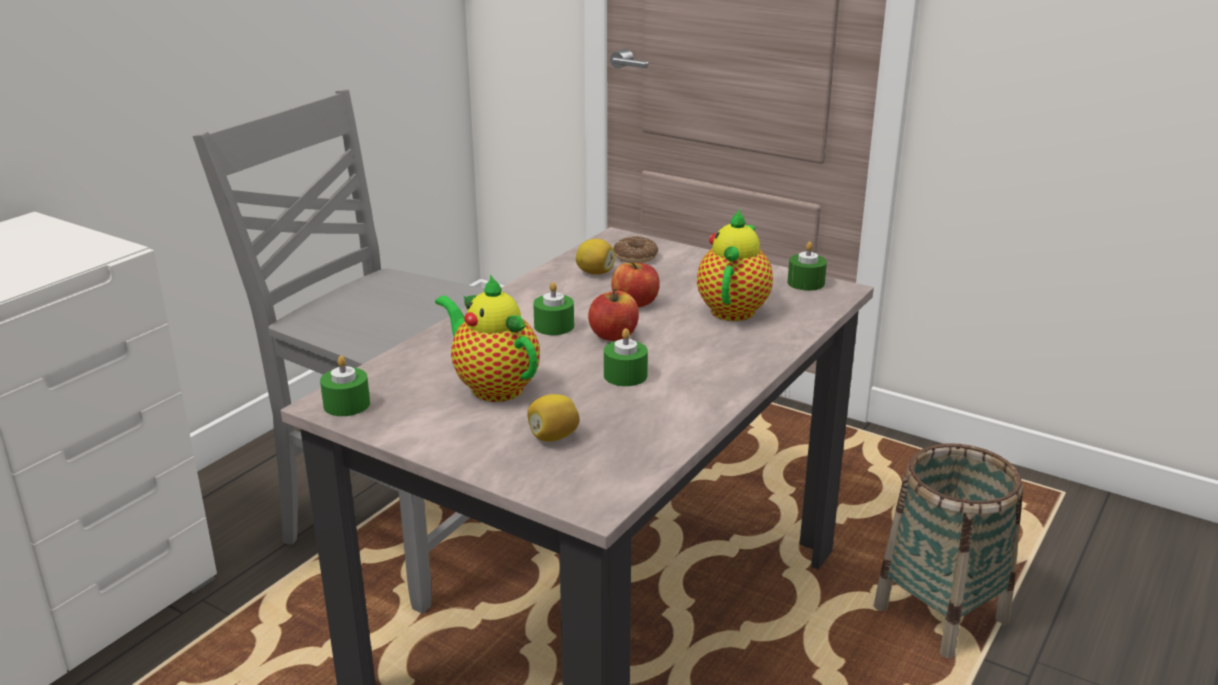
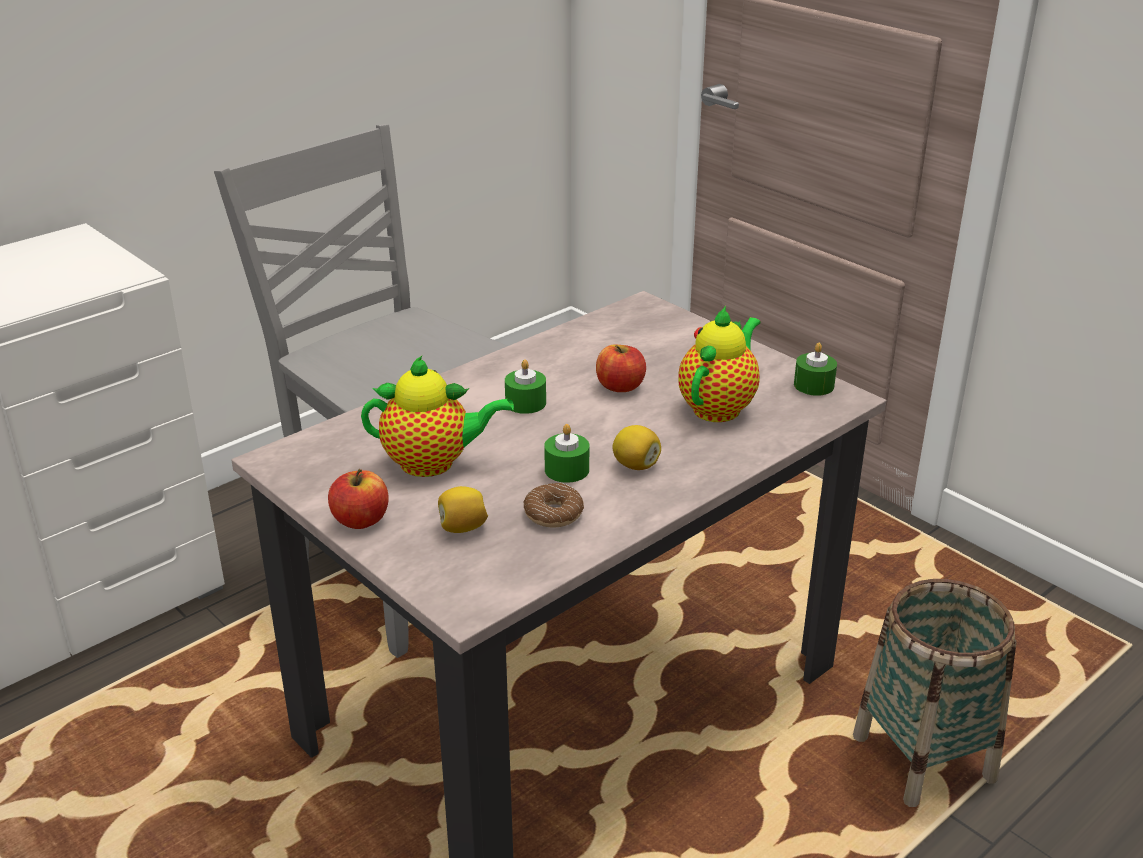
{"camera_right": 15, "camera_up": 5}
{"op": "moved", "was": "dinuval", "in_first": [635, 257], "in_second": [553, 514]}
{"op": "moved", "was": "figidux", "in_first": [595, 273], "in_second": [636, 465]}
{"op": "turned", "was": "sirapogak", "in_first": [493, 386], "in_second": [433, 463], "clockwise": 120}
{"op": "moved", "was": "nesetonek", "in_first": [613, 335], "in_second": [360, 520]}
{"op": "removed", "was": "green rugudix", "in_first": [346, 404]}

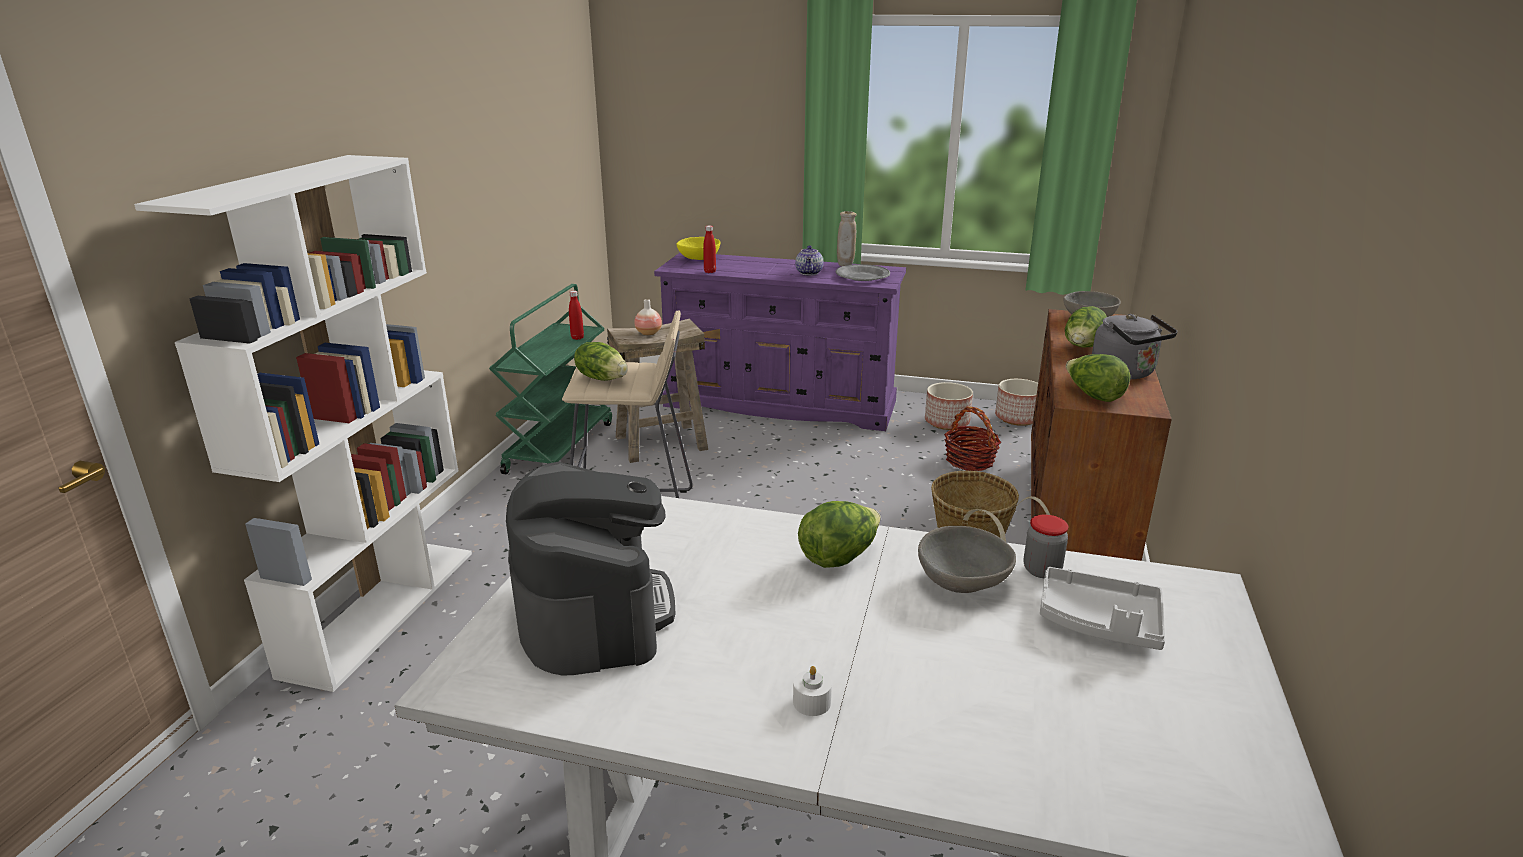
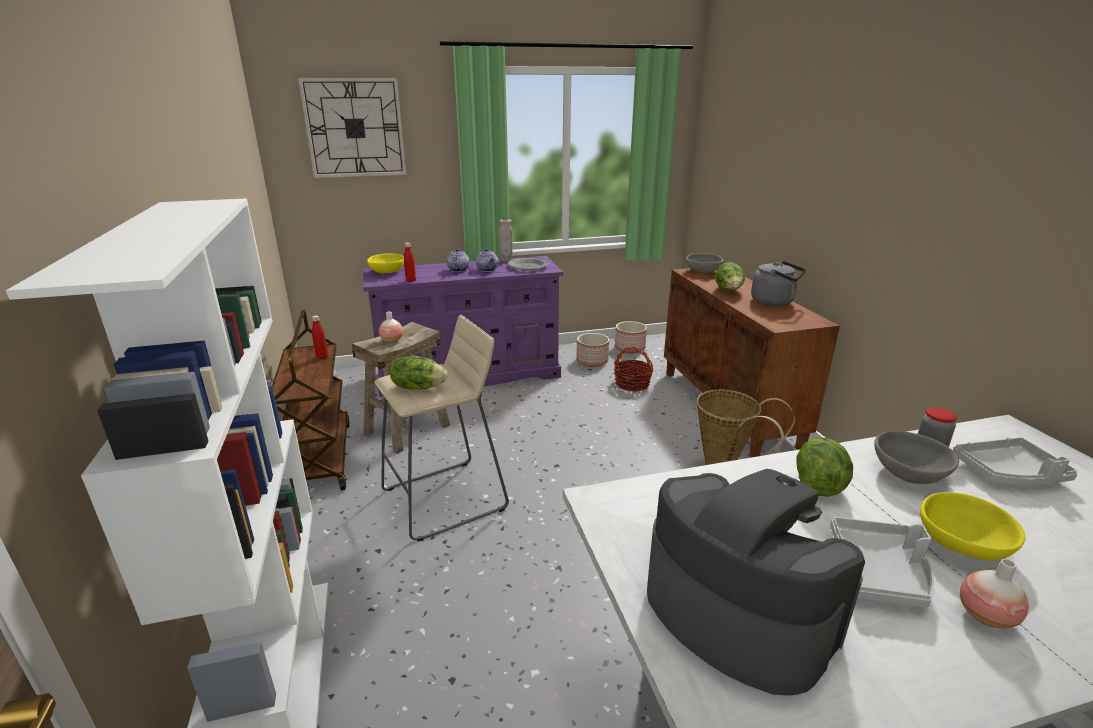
{"camera_right": -30, "camera_up": 0}
{"op": "recoloured", "was": "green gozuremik", "now": "brown gozuremik", "in_first": [559, 447], "in_second": [320, 457]}
{"op": "removed", "was": "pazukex", "in_first": [1093, 396]}
{"op": "replaced", "was": "white rugudix", "now": "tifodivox", "in_first": [811, 702], "in_second": [985, 616]}
{"op": "added", "now": "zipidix", "in_second": [355, 128]}
{"op": "added", "now": "sirapogak", "in_second": [458, 270]}
{"op": "added", "now": "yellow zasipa", "in_second": [960, 545]}
{"op": "added", "now": "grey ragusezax", "in_second": [880, 572]}

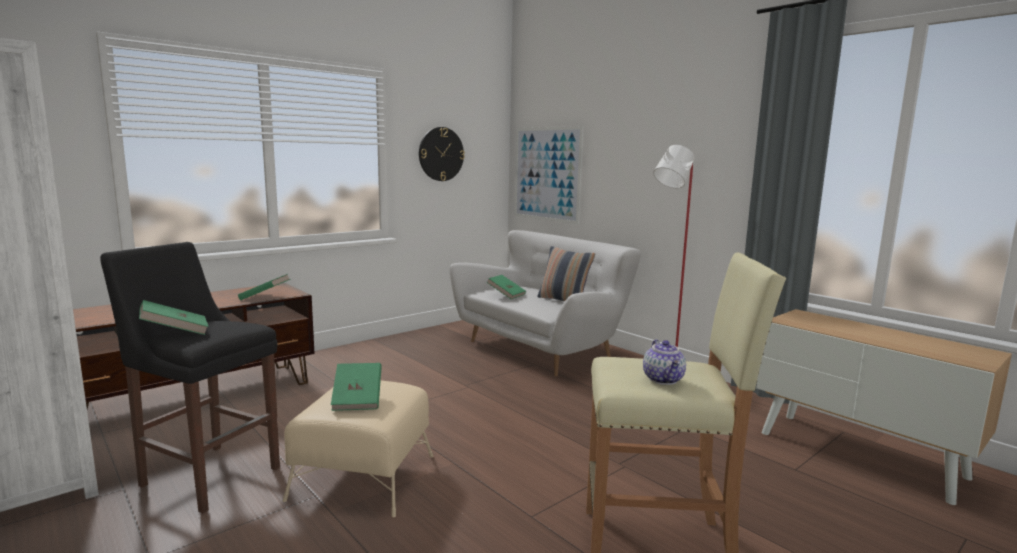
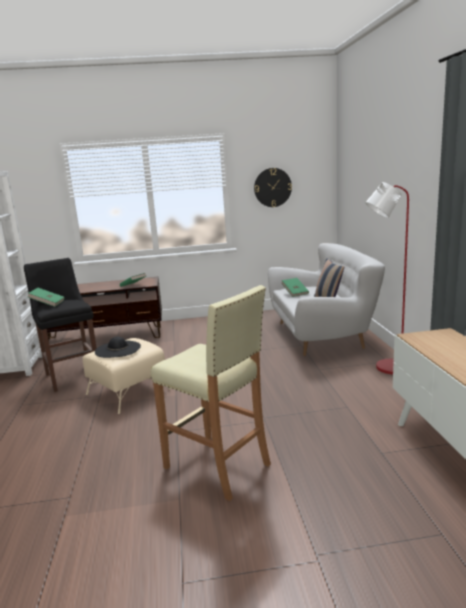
{"camera_right": 35, "camera_up": 5}
{"op": "removed", "was": "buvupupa", "in_first": [546, 174]}
{"op": "removed", "was": "sirapogak", "in_first": [664, 379]}
{"op": "replaced", "was": "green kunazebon", "now": "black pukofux", "in_first": [357, 400], "in_second": [118, 349]}

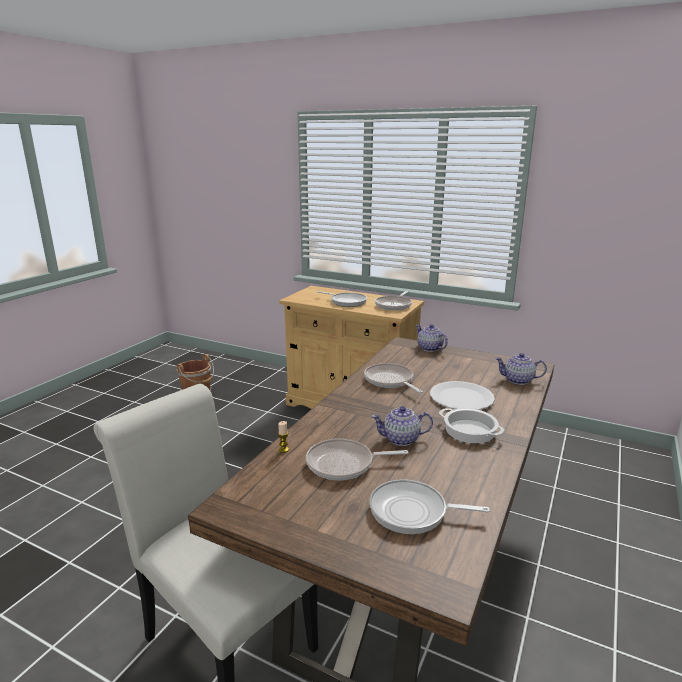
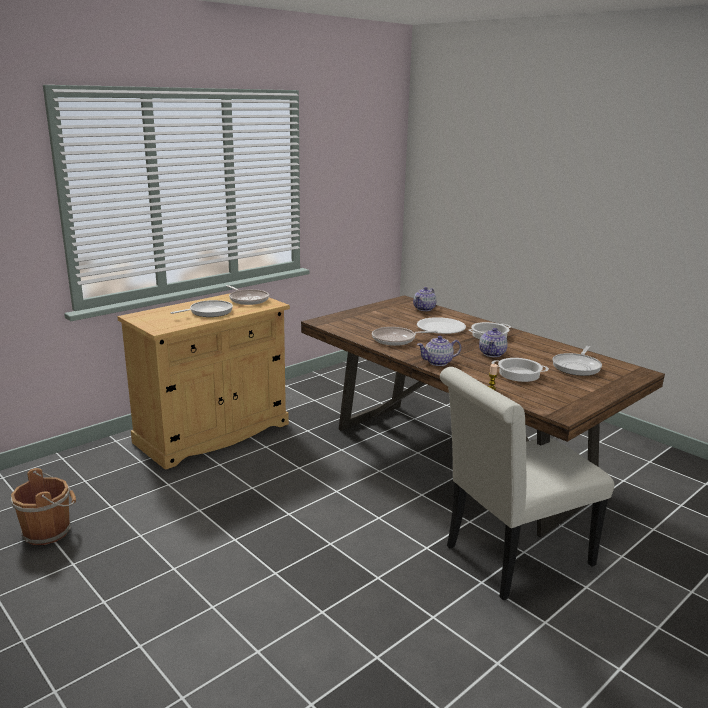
{"camera_right": -70, "camera_up": 0}
{"op": "moved", "was": "sirapogak", "in_first": [430, 348], "in_second": [438, 362]}
{"op": "replaced", "was": "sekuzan", "now": "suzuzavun", "in_first": [344, 464], "in_second": [519, 374]}

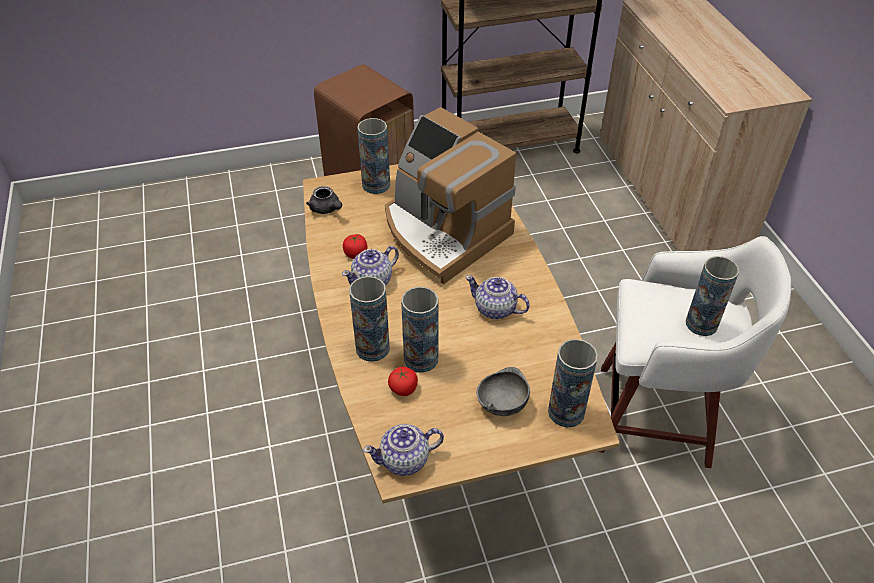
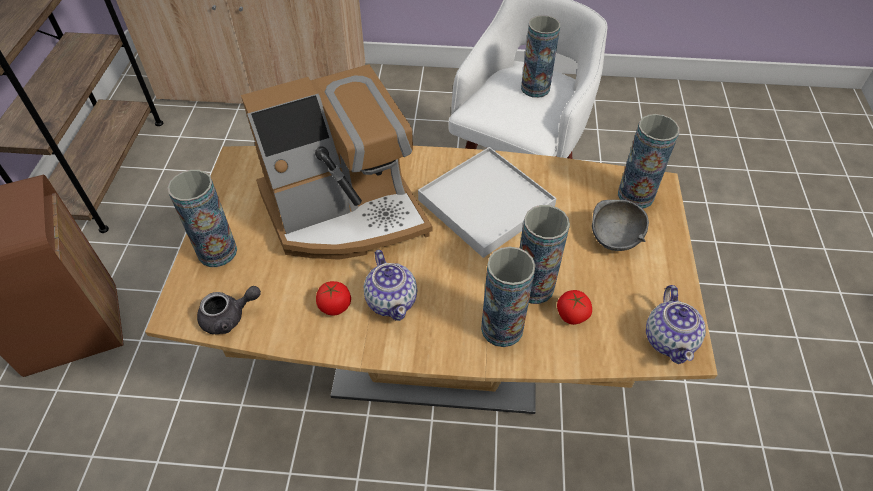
{"camera_right": -70, "camera_up": 5}
{"op": "replaced", "was": "sirapogak", "now": "white ragusezax", "in_first": [495, 309], "in_second": [486, 204]}

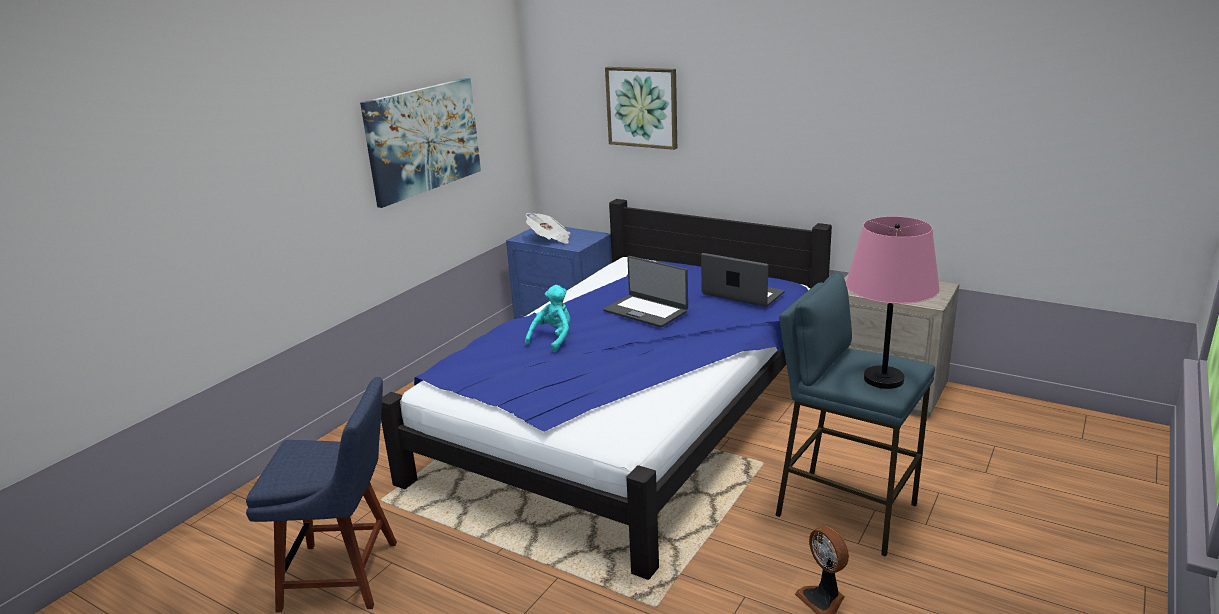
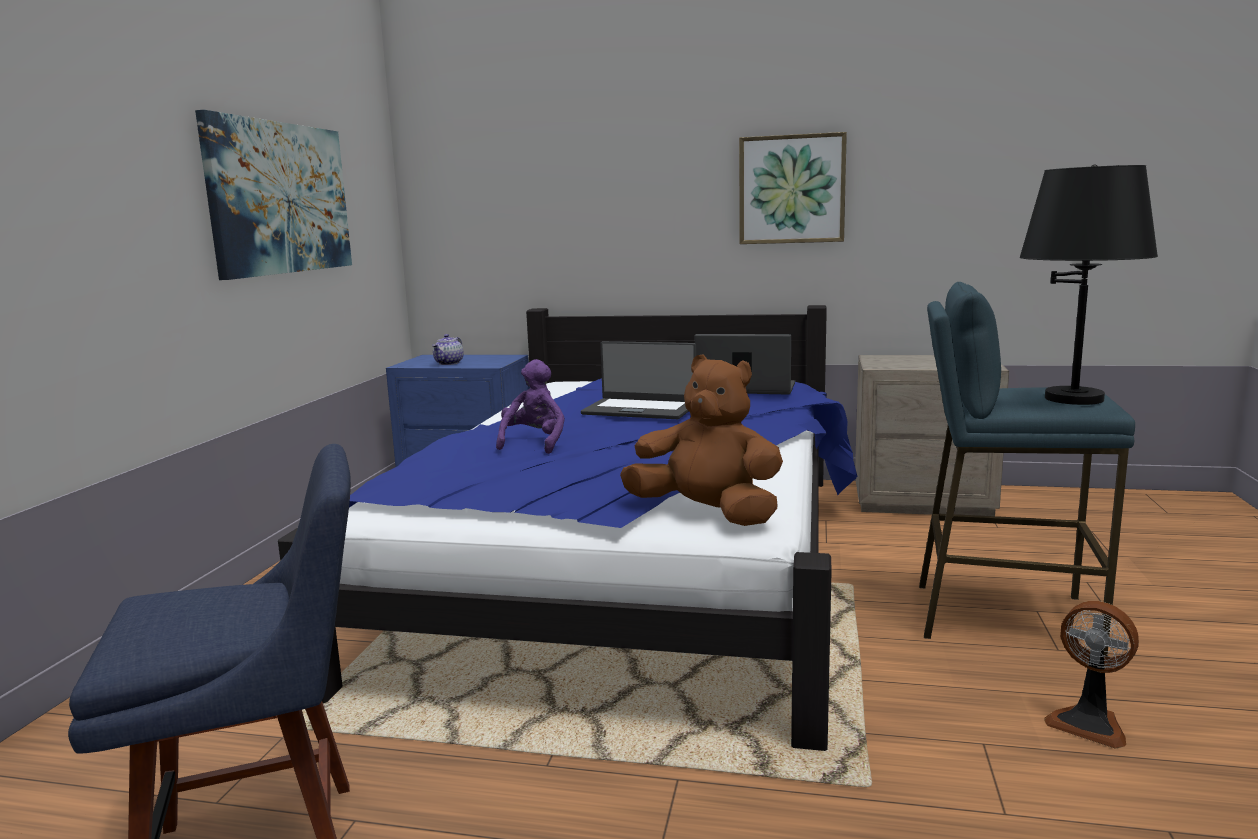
{"camera_right": -20, "camera_up": -10}
{"op": "moved", "was": "buvupupa", "in_first": [642, 107], "in_second": [791, 189]}
{"op": "replaced", "was": "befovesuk", "now": "sirapogak", "in_first": [549, 239], "in_second": [449, 363]}
{"op": "recoloured", "was": "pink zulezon", "now": "black zulezon", "in_first": [884, 379], "in_second": [1074, 399]}
{"op": "recoloured", "was": "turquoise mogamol", "now": "purple mogamol", "in_first": [553, 339], "in_second": [534, 443]}
{"op": "added", "now": "brown mogamol", "in_second": [707, 514]}

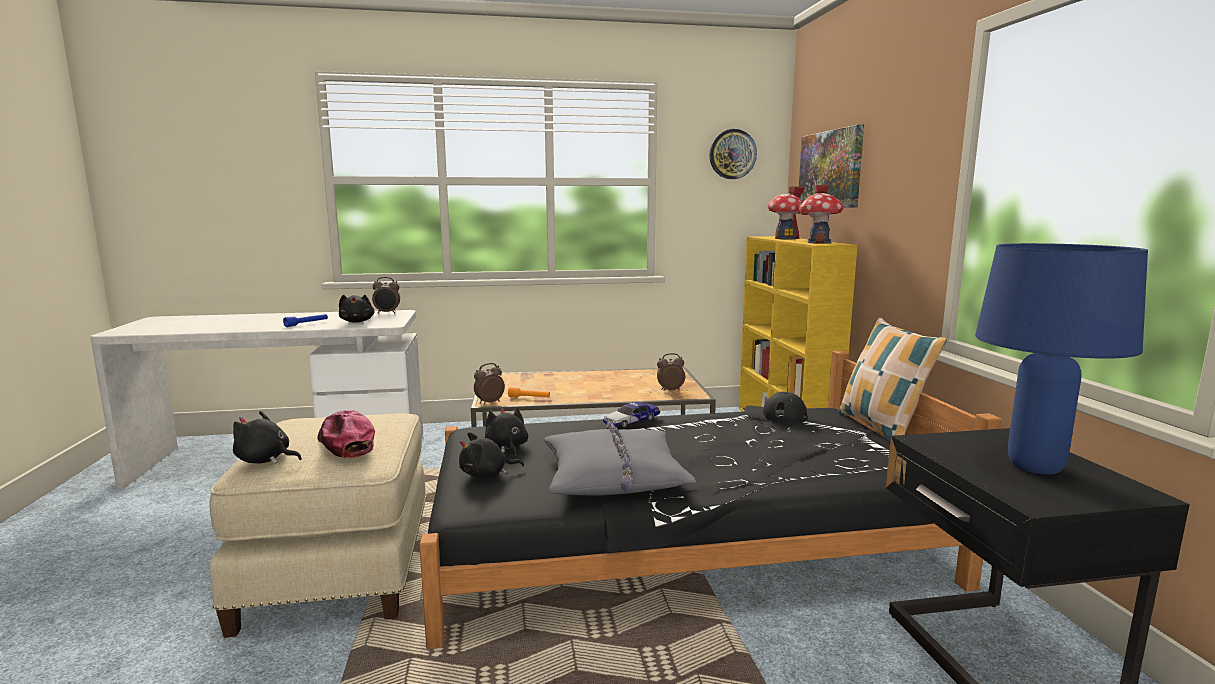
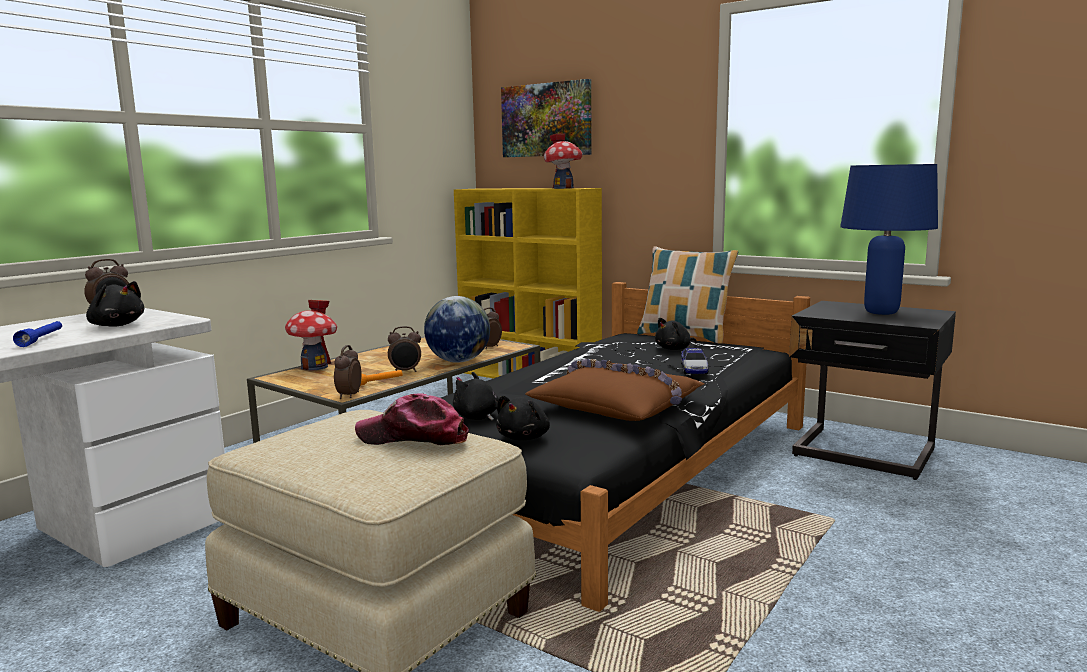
{"camera_right": -45, "camera_up": 0}
{"op": "removed", "was": "zipidix", "in_first": [732, 154]}
{"op": "moved", "was": "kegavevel", "in_first": [785, 238], "in_second": [314, 367]}
{"op": "removed", "was": "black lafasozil", "in_first": [775, 415]}
{"op": "moved", "was": "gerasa", "in_first": [631, 421], "in_second": [694, 368]}
{"op": "moved", "was": "black mogamol", "in_first": [265, 460], "in_second": [674, 349]}
{"op": "recoloured", "was": "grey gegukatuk", "now": "brown gegukatuk", "in_first": [614, 476], "in_second": [618, 406]}
{"op": "added", "now": "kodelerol", "in_second": [458, 361]}
{"op": "added", "now": "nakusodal", "in_second": [405, 371]}

